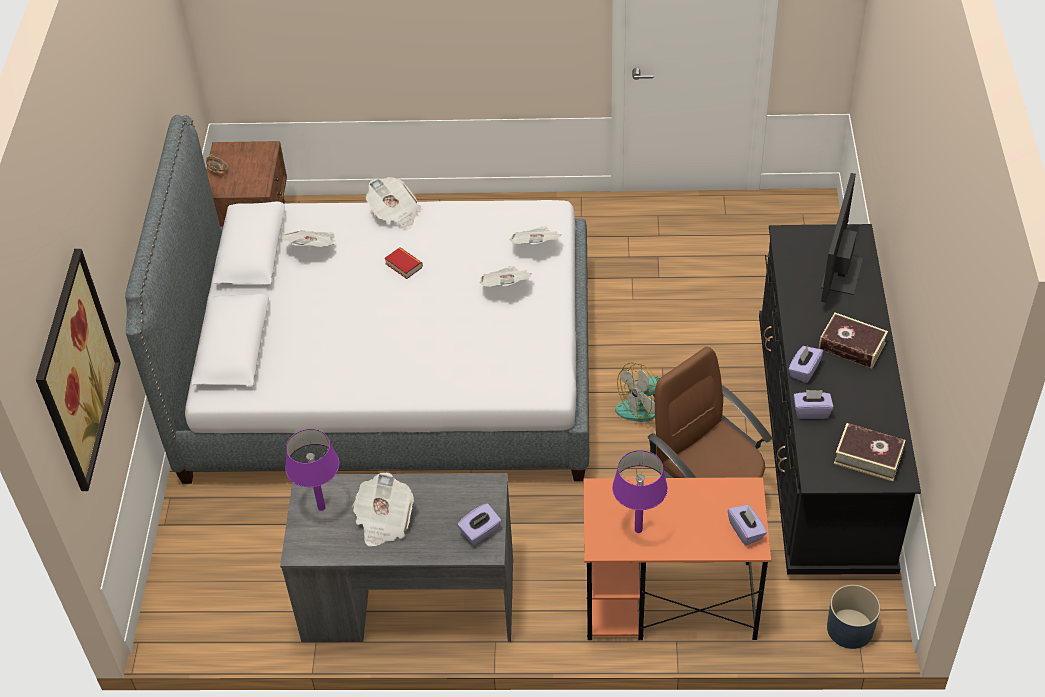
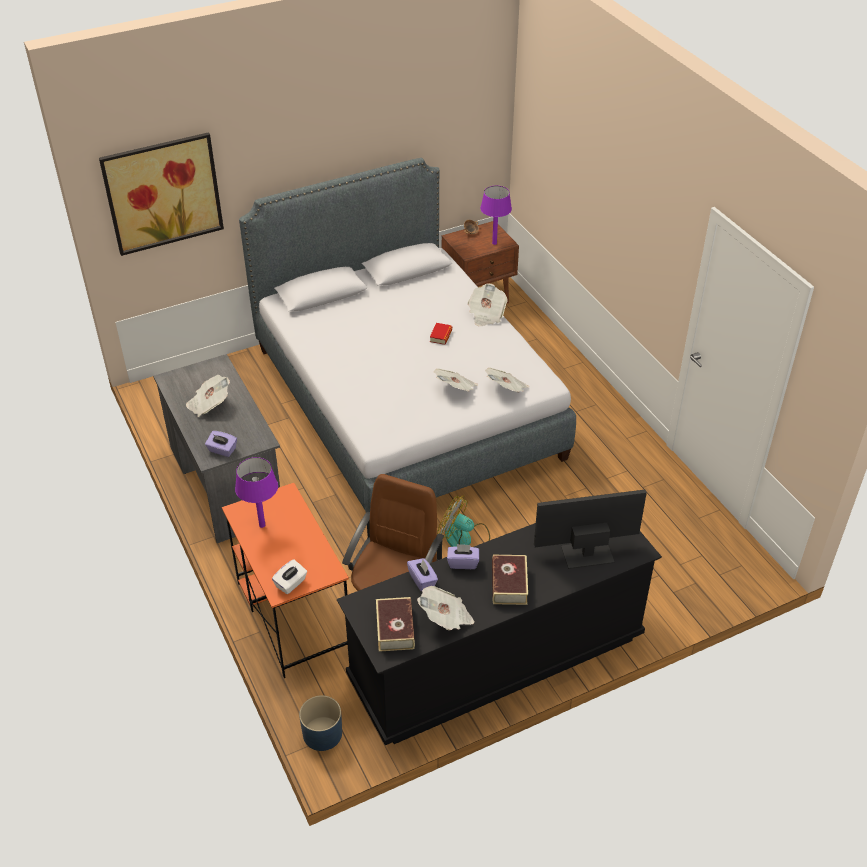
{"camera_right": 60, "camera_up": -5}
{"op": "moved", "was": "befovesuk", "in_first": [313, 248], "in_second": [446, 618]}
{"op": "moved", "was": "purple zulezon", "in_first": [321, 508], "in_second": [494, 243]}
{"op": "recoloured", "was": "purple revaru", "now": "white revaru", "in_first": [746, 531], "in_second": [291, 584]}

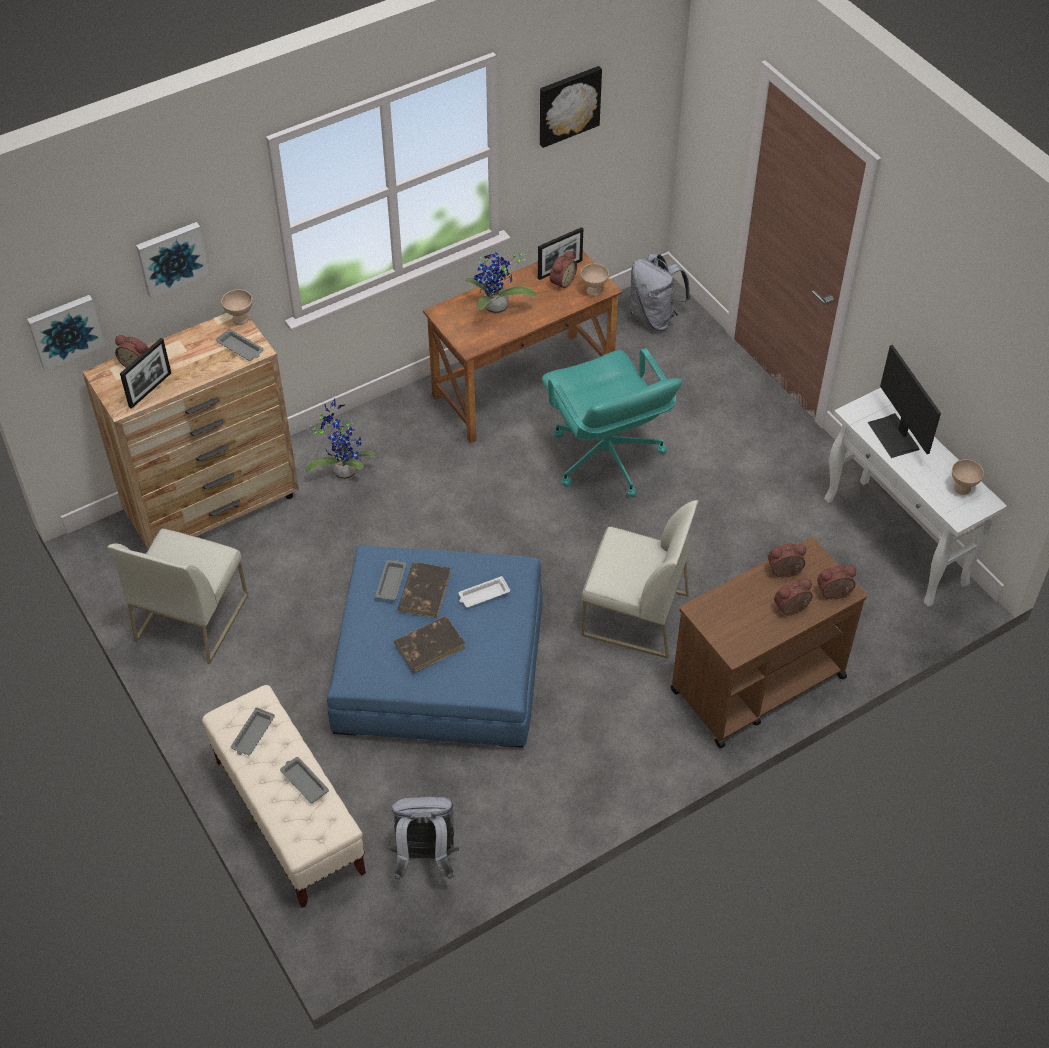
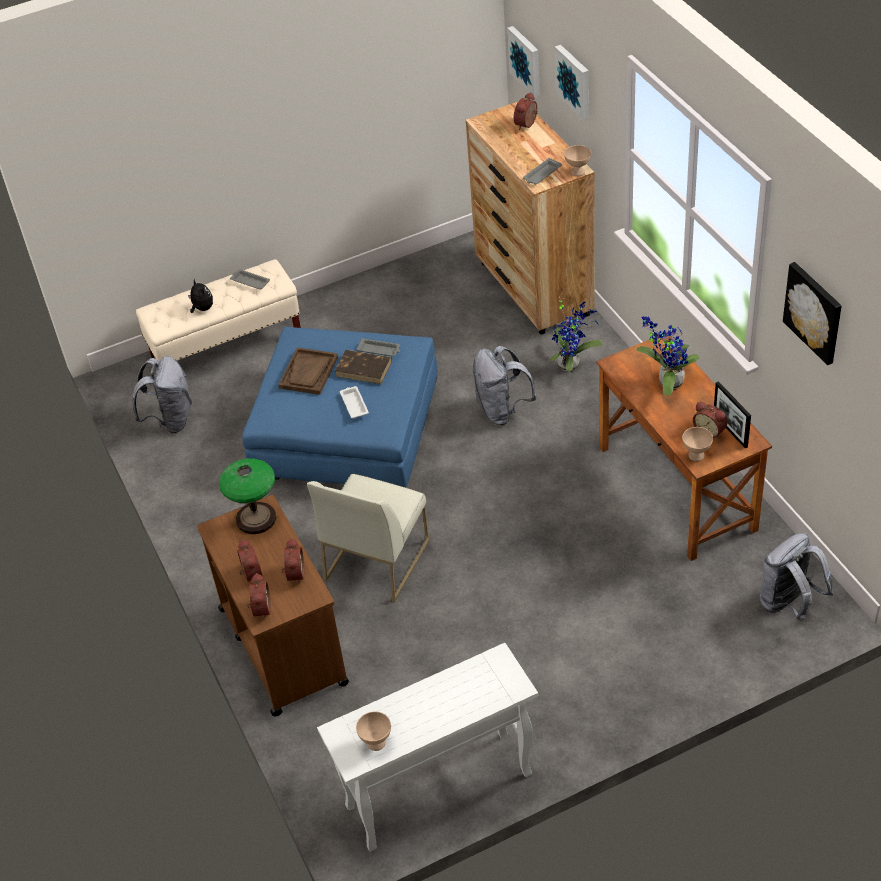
{"camera_right": 100, "camera_up": -5}
{"op": "removed", "was": "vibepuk", "in_first": [150, 390]}
{"op": "removed", "was": "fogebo", "in_first": [894, 435]}
{"op": "removed", "was": "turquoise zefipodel", "in_first": [606, 458]}
{"op": "removed", "was": "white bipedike", "in_first": [191, 617]}
{"op": "replaced", "was": "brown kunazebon", "now": "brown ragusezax", "in_first": [430, 645], "in_second": [308, 373]}
{"op": "replaced", "was": "grey ragusezax", "now": "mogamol", "in_first": [304, 781], "in_second": [202, 308]}
{"op": "added", "now": "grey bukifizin", "in_second": [502, 410]}
{"op": "added", "now": "zulezon", "in_second": [256, 518]}

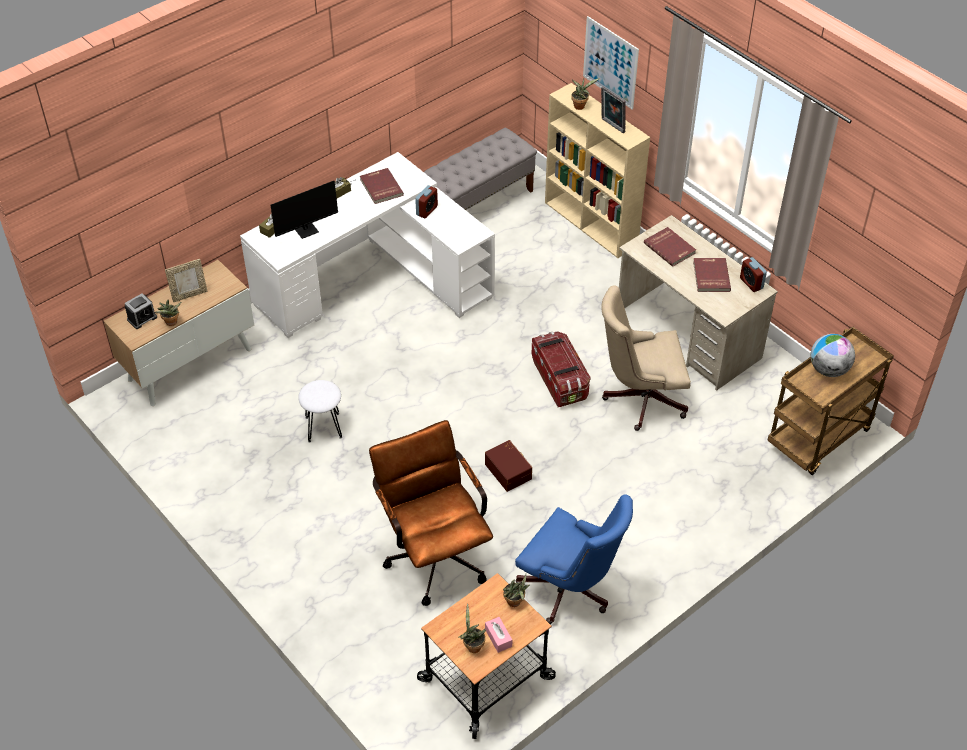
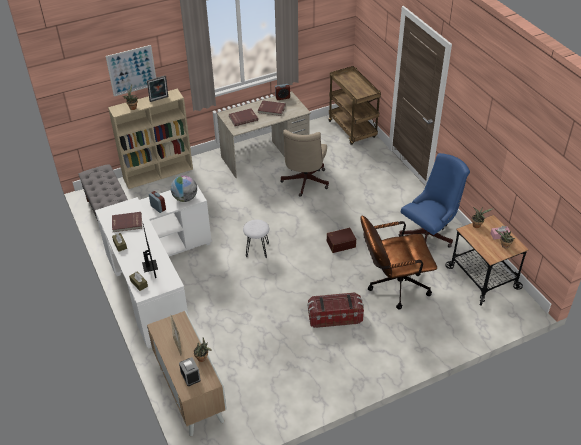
{"camera_right": -75, "camera_up": -5}
{"op": "moved", "was": "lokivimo", "in_first": [559, 379], "in_second": [334, 317]}
{"op": "moved", "was": "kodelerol", "in_first": [828, 369], "in_second": [185, 198]}
{"op": "moved", "was": "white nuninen", "in_first": [323, 427], "in_second": [257, 250]}

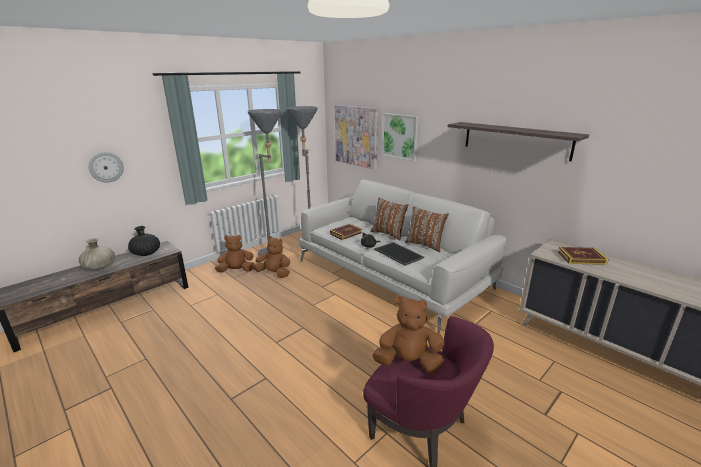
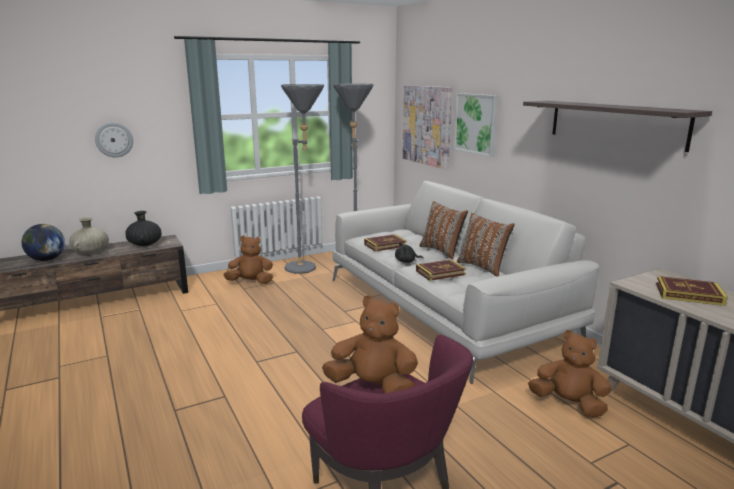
{"camera_right": 15, "camera_up": -5}
{"op": "moved", "was": "brown mogamol", "in_first": [274, 274], "in_second": [568, 404]}
{"op": "replaced", "was": "ragusezax", "now": "kunazebon", "in_first": [399, 253], "in_second": [440, 273]}
{"op": "added", "now": "kodelerol", "in_second": [46, 259]}

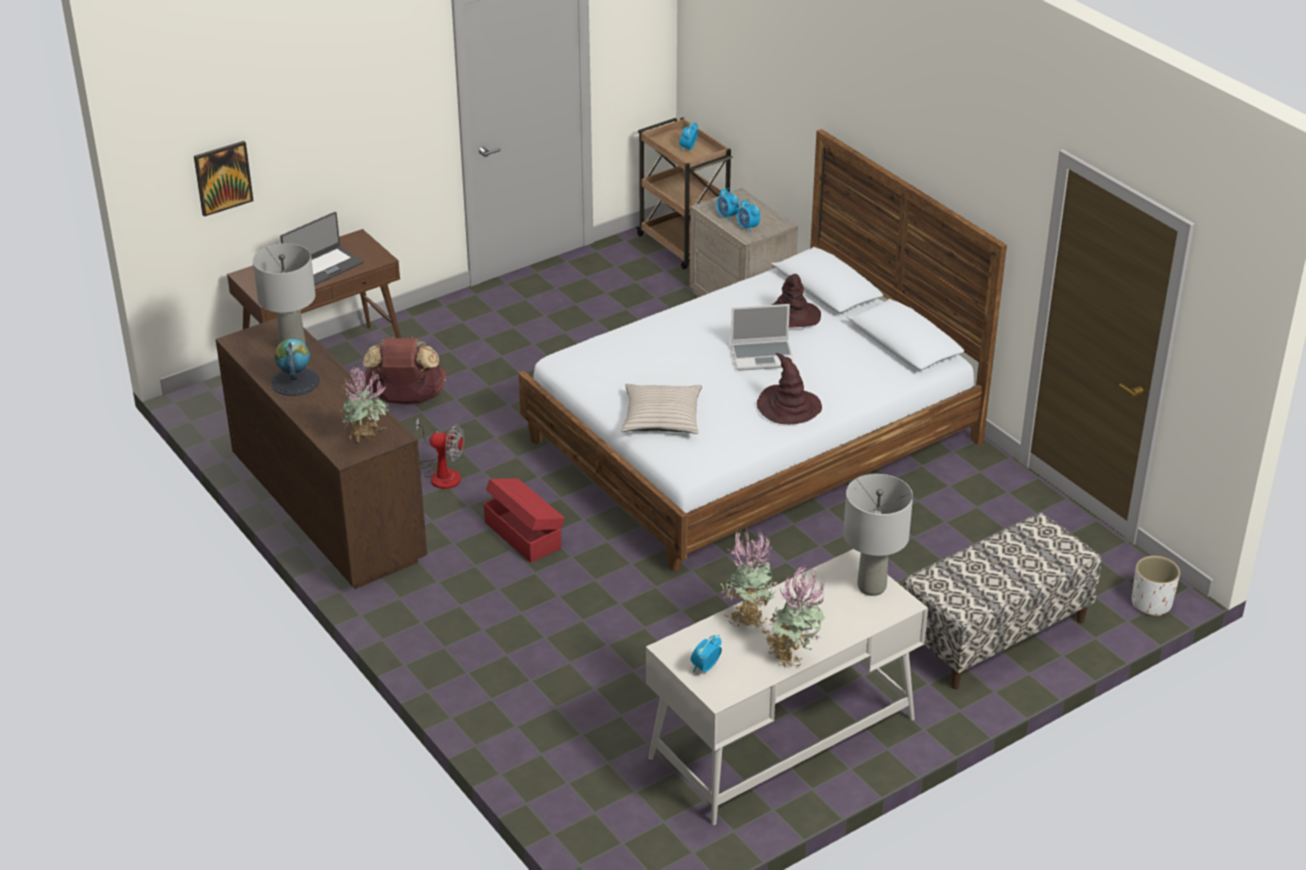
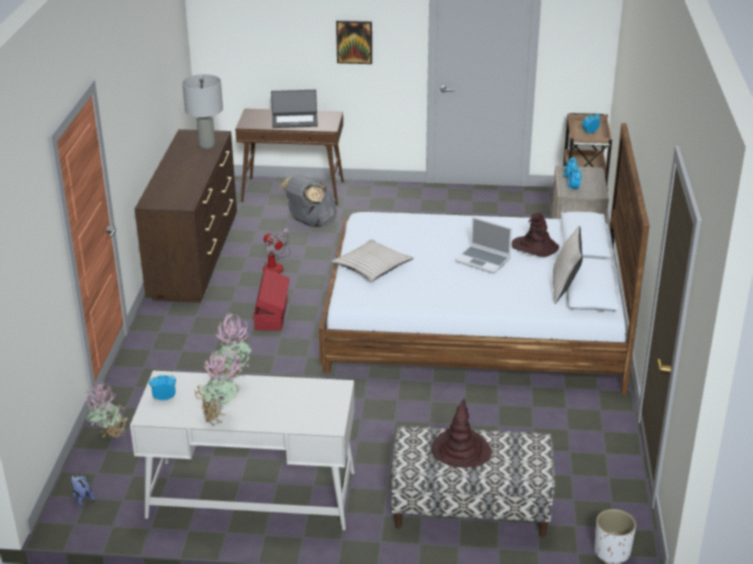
{"camera_right": 40, "camera_up": -5}
{"op": "moved", "was": "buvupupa", "in_first": [223, 177], "in_second": [354, 41]}
{"op": "recoloured", "was": "brown bukifizin", "now": "grey bukifizin", "in_first": [406, 399], "in_second": [311, 223]}
{"op": "removed", "was": "kodelerol", "in_first": [295, 382]}
{"op": "moved", "was": "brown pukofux", "in_first": [789, 407], "in_second": [461, 450]}
{"op": "moved", "was": "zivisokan", "in_first": [368, 440], "in_second": [110, 439]}
{"op": "removed", "was": "grey zulezon", "in_first": [872, 587]}
{"op": "added", "now": "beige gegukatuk", "in_second": [565, 288]}
{"op": "added", "now": "mogamol", "in_second": [82, 498]}

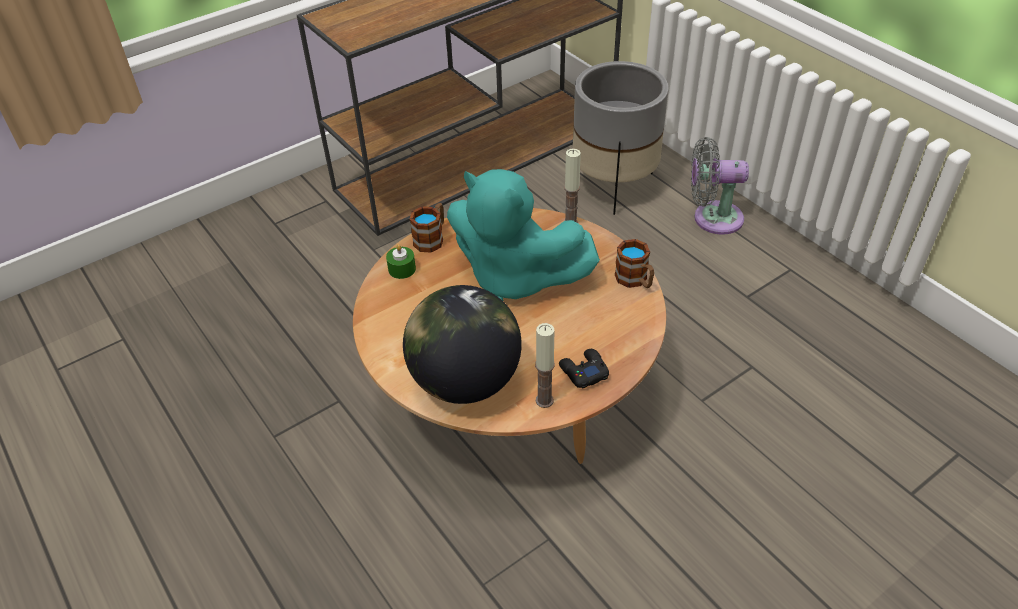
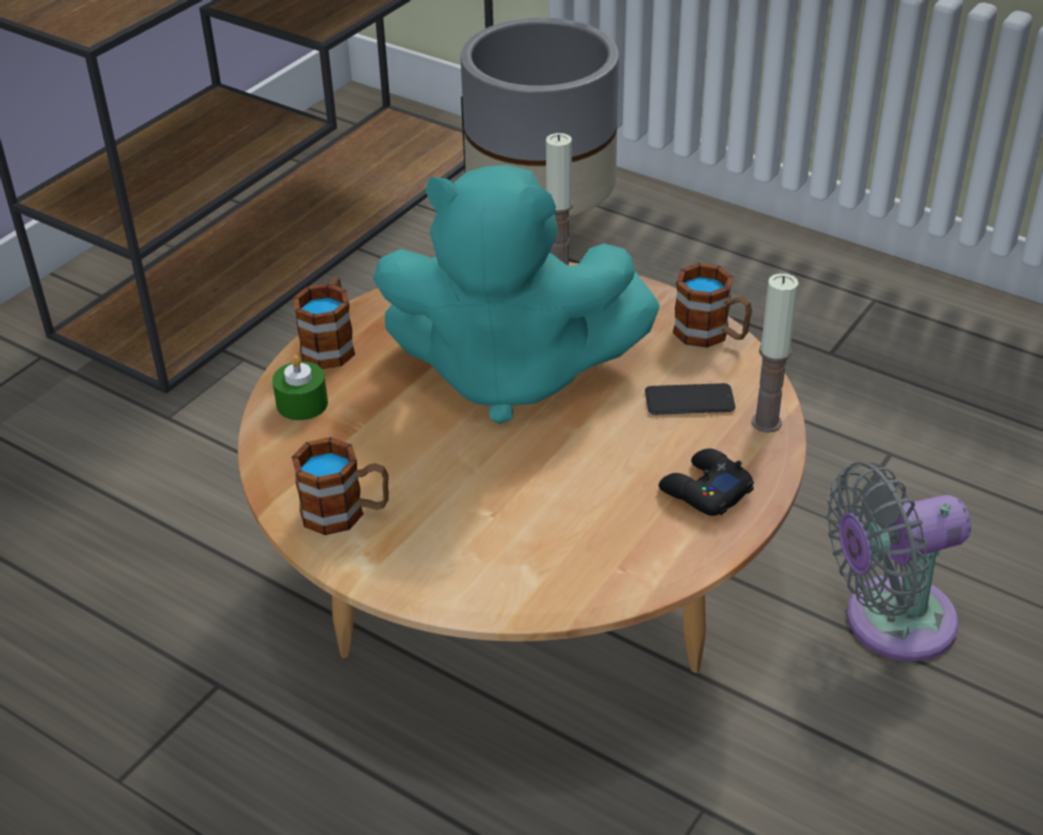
{"camera_right": -20, "camera_up": -5}
{"op": "moved", "was": "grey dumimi", "in_first": [712, 218], "in_second": [888, 622]}
{"op": "removed", "was": "kodelerol", "in_first": [465, 382]}
{"op": "moved", "was": "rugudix", "in_first": [544, 400], "in_second": [766, 422]}
{"op": "added", "now": "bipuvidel", "in_second": [689, 401]}
{"op": "added", "now": "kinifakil", "in_second": [346, 513]}

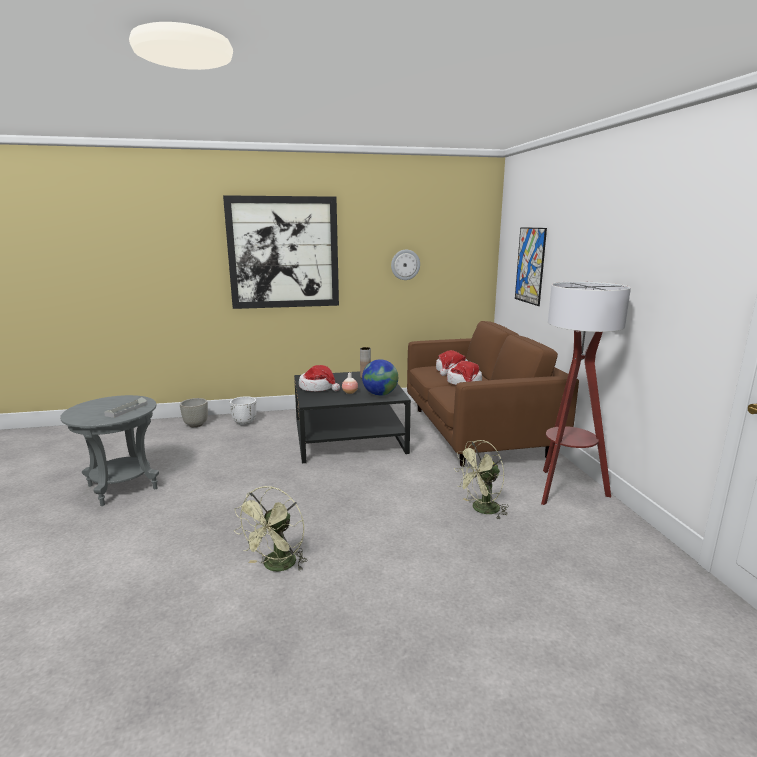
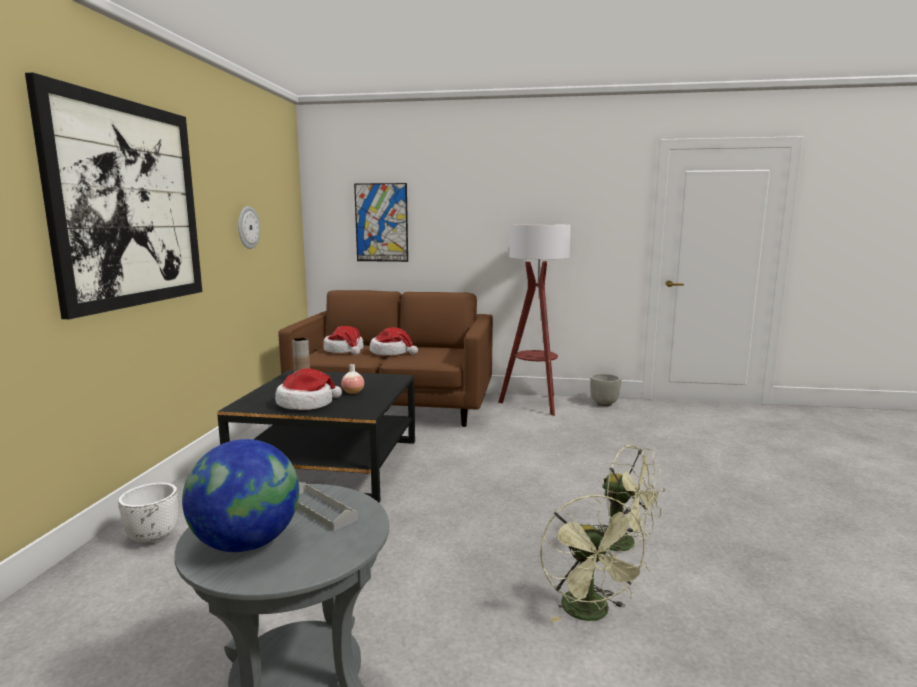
{"camera_right": -70, "camera_up": -5}
{"op": "moved", "was": "kodelerol", "in_first": [380, 394], "in_second": [247, 543]}
{"op": "moved", "was": "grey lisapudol", "in_first": [195, 425], "in_second": [604, 404]}
{"op": "moved", "was": "green dumimi", "in_first": [481, 510], "in_second": [591, 613]}

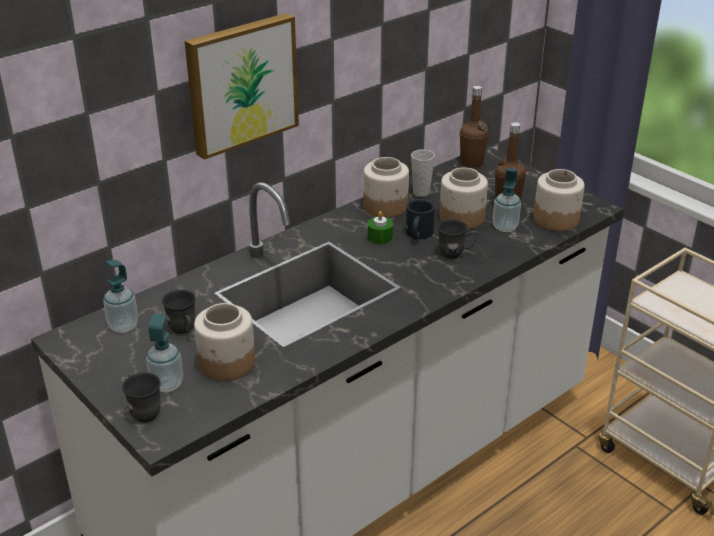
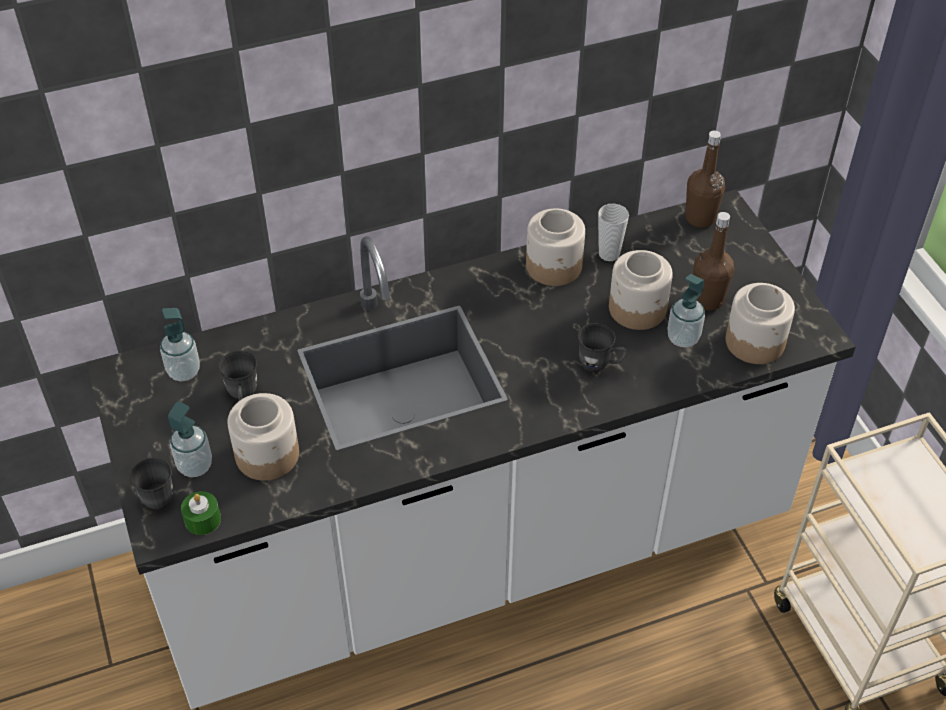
{"camera_right": 20, "camera_up": 15}
{"op": "removed", "was": "buvupupa", "in_first": [241, 83]}
{"op": "removed", "was": "black kinifakil", "in_first": [418, 235]}
{"op": "moved", "was": "green rugudix", "in_first": [379, 237], "in_second": [202, 519]}

